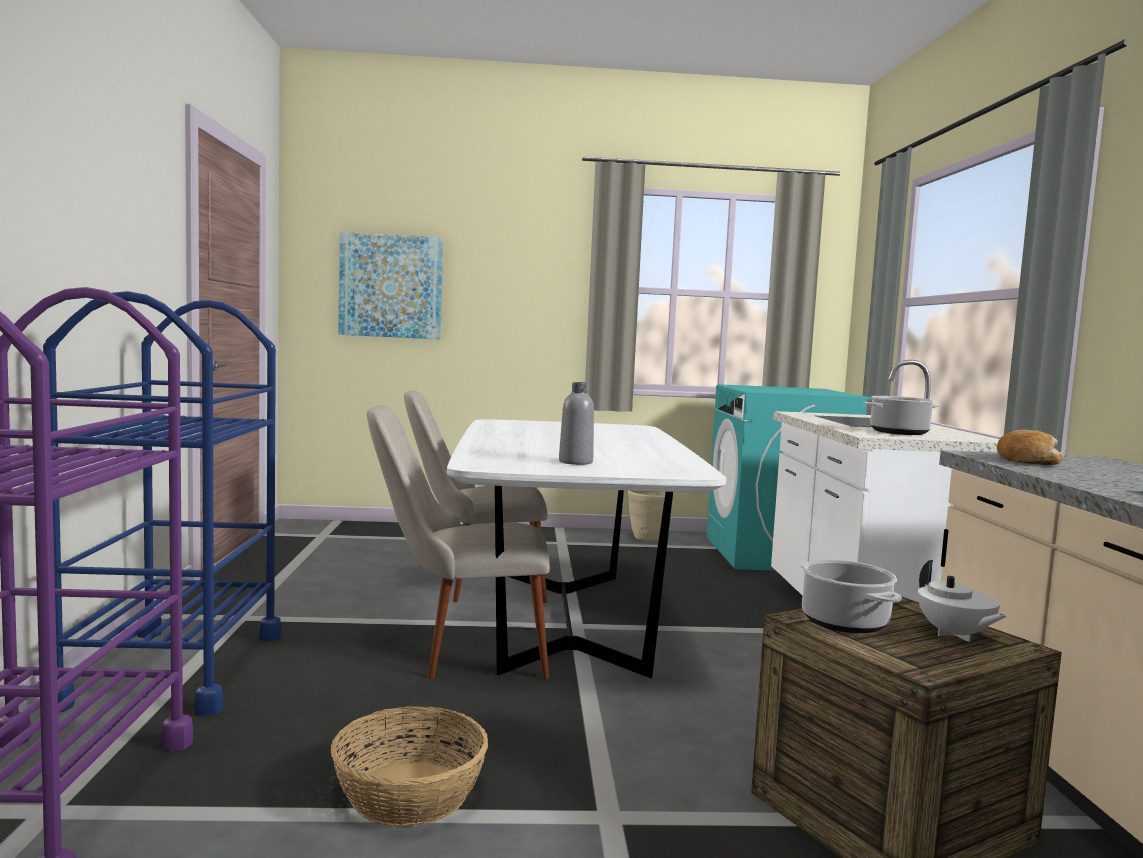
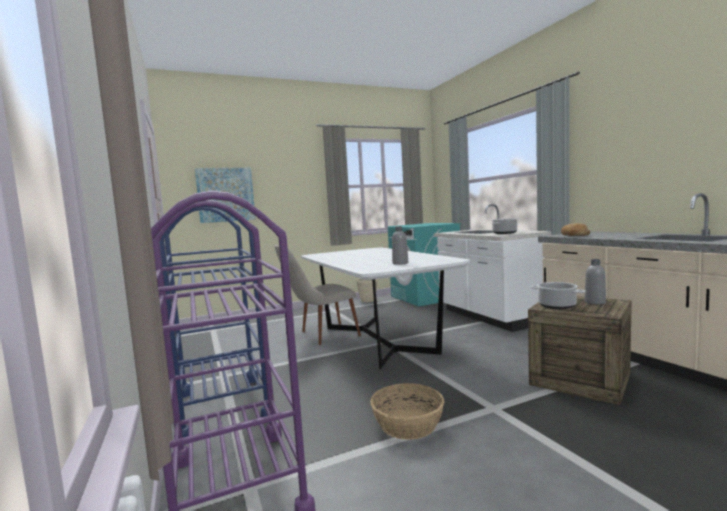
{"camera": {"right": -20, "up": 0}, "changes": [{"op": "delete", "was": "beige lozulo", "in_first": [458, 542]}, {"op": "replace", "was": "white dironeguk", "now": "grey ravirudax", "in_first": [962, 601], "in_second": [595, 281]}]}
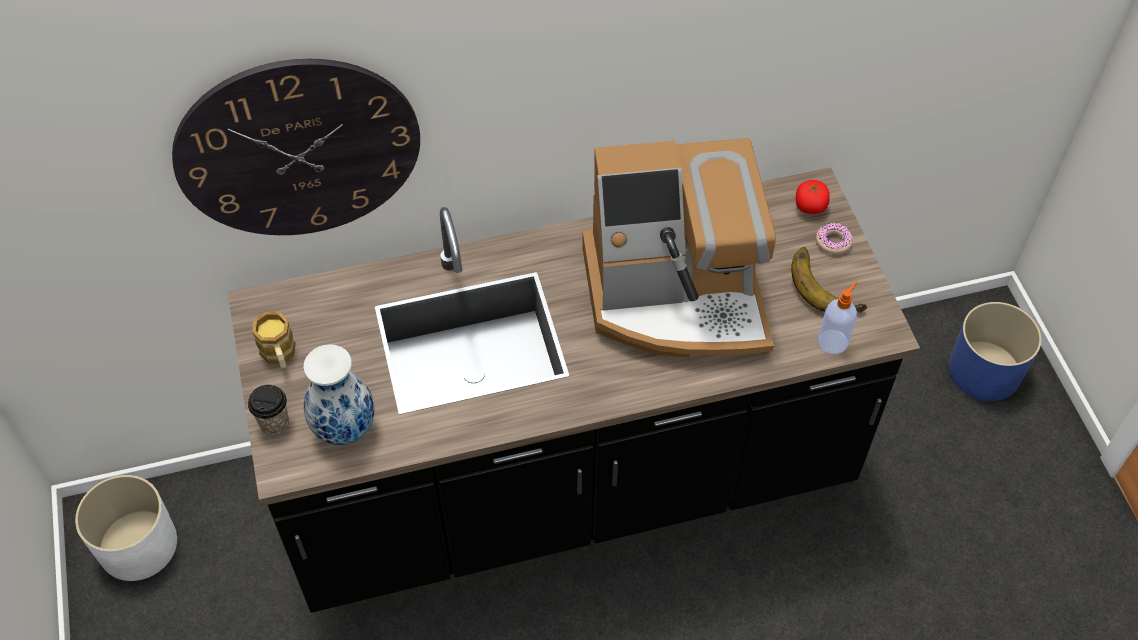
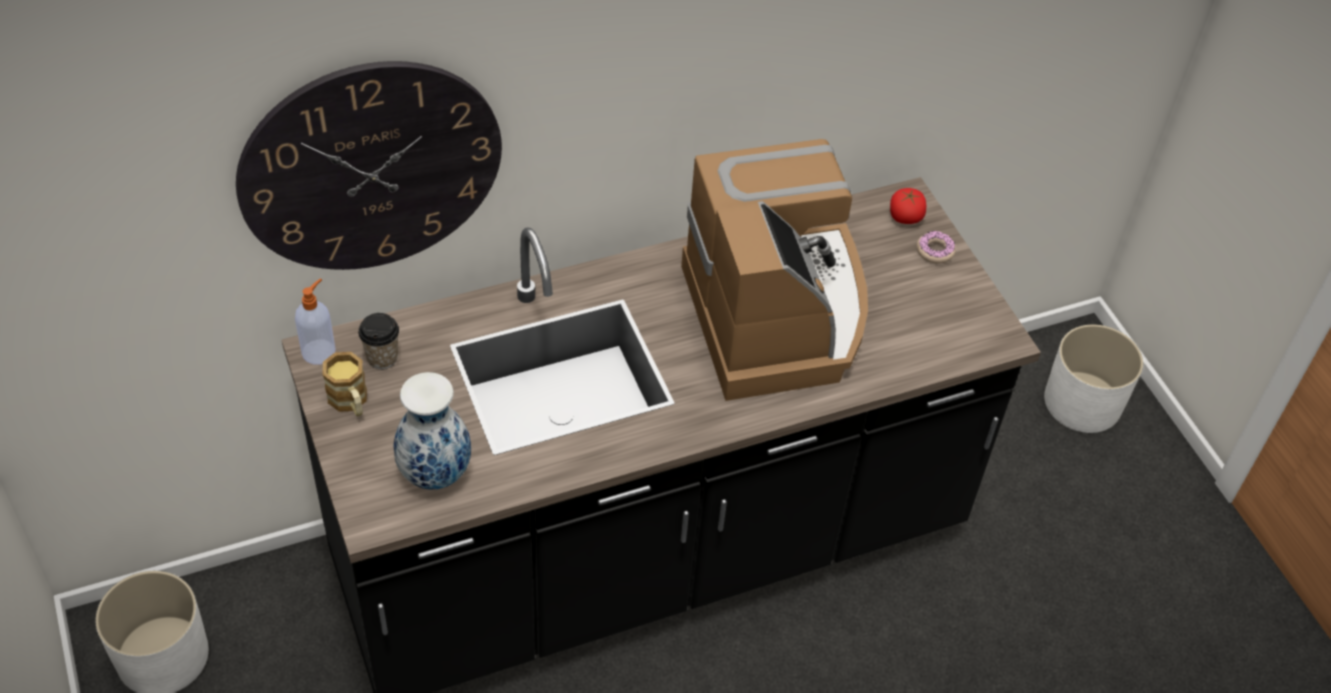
{"camera": {"right": -10, "up": -5}, "changes": [{"op": "delete", "was": "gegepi", "in_first": [829, 280]}, {"op": "move", "was": "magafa", "in_first": [268, 410], "in_second": [378, 341]}, {"op": "move", "was": "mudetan", "in_first": [838, 317], "in_second": [315, 321]}, {"op": "recolor", "was": "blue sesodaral", "now": "white sesodaral", "in_first": [995, 351], "in_second": [1093, 379]}, {"op": "rotate", "was": "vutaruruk", "in_first": [679, 247], "in_second": [774, 270], "clockwise": -90}]}
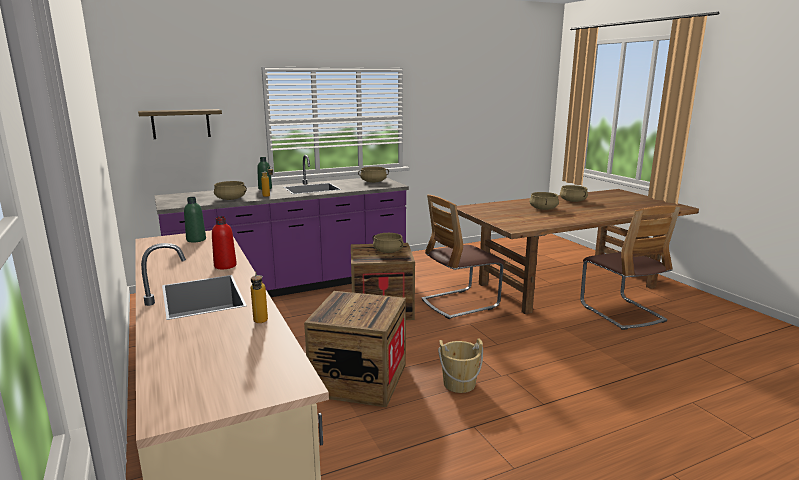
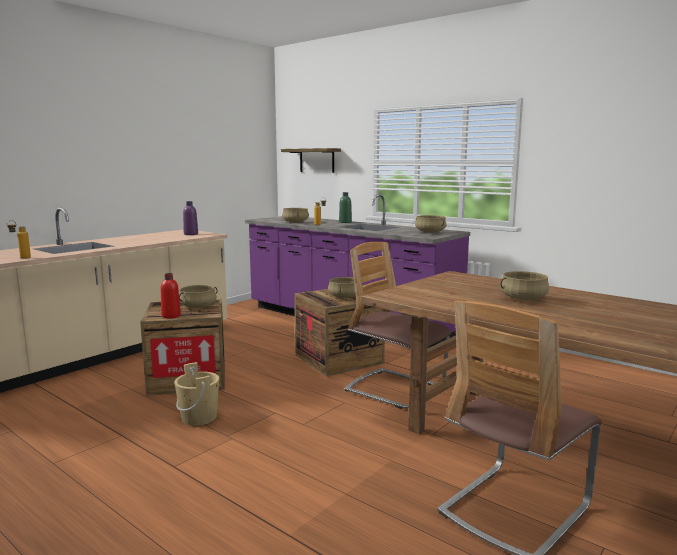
{"camera": {"right": 65, "up": -5}, "changes": [{"op": "move", "was": "red ravirudax", "in_first": [224, 242], "in_second": [171, 295]}, {"op": "move", "was": "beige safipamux", "in_first": [574, 193], "in_second": [198, 296]}, {"op": "recolor", "was": "green ravirudax", "now": "purple ravirudax", "in_first": [195, 220], "in_second": [190, 218]}]}
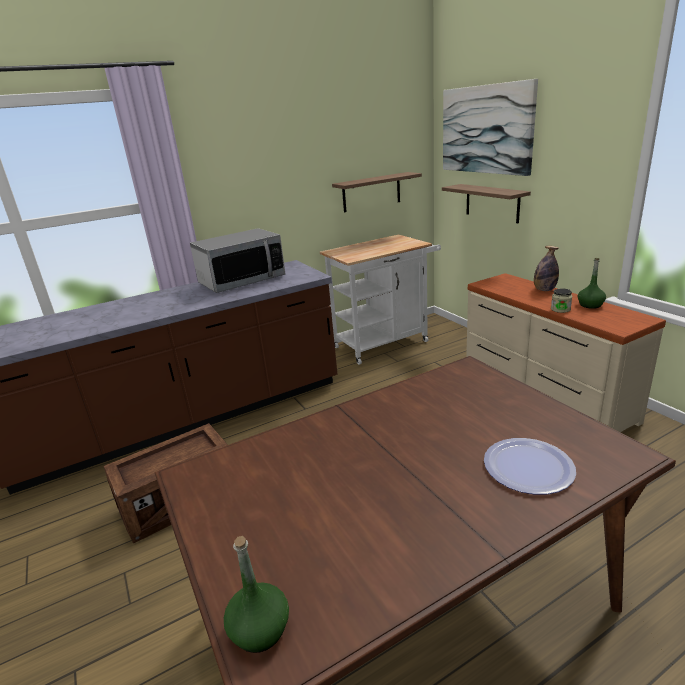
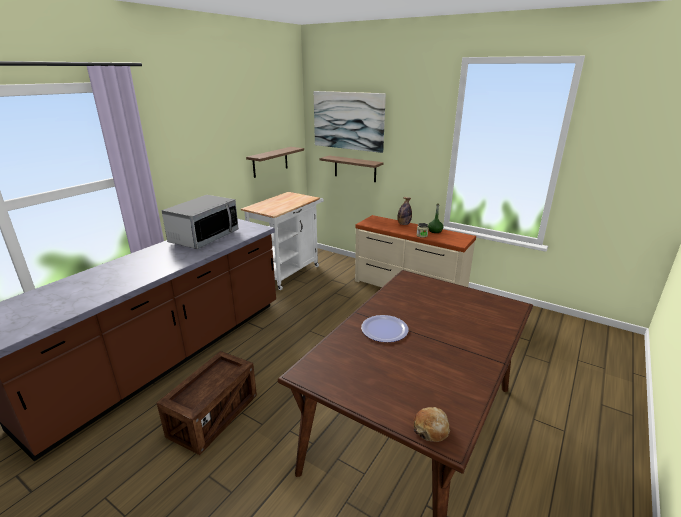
{"camera": {"right": -30, "up": 0}, "changes": [{"op": "move", "was": "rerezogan", "in_first": [530, 466], "in_second": [385, 328]}, {"op": "replace", "was": "green ravirudax", "now": "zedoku", "in_first": [256, 594], "in_second": [431, 424]}]}
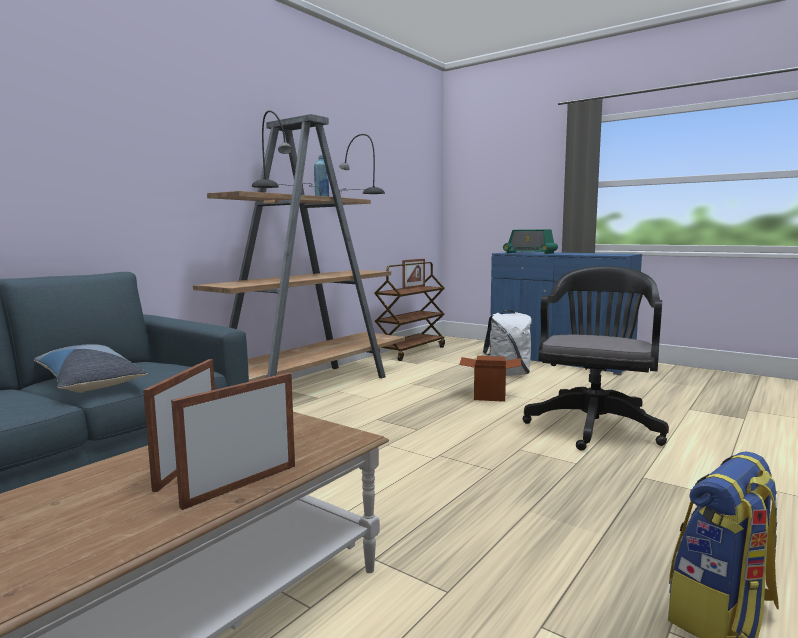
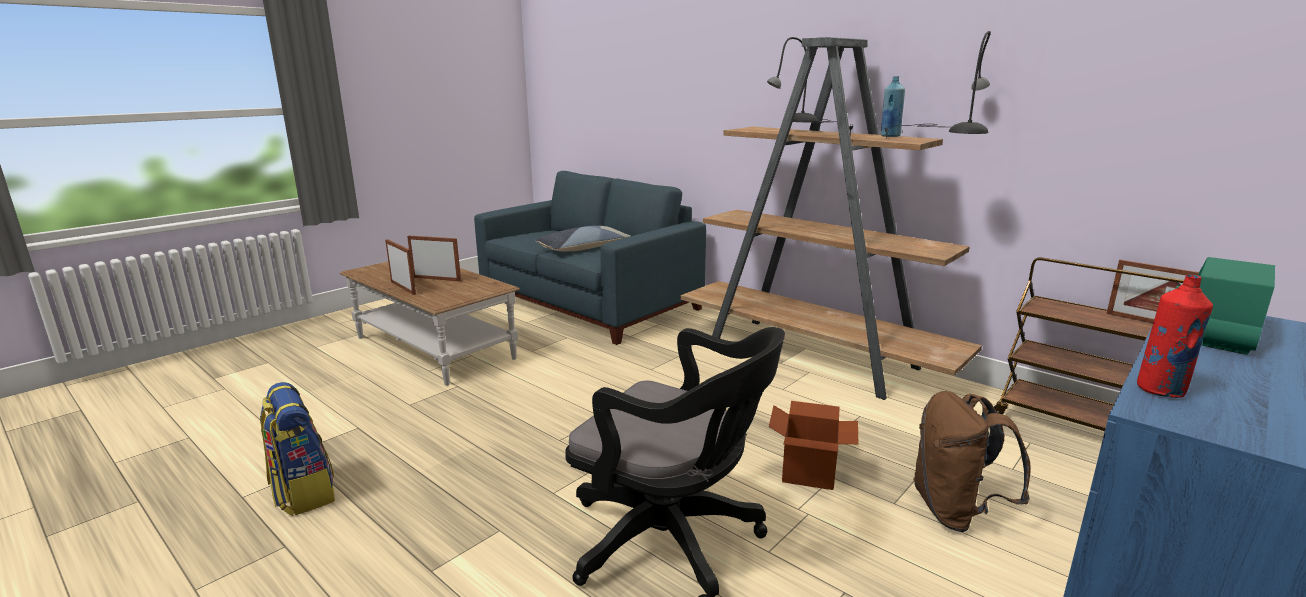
{"camera": {"right": 95, "up": 10}, "changes": [{"op": "insert", "now": "red ravirudax", "in_second": [1175, 336]}, {"op": "recolor", "was": "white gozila", "now": "brown gozila", "in_first": [507, 343], "in_second": [972, 461]}]}
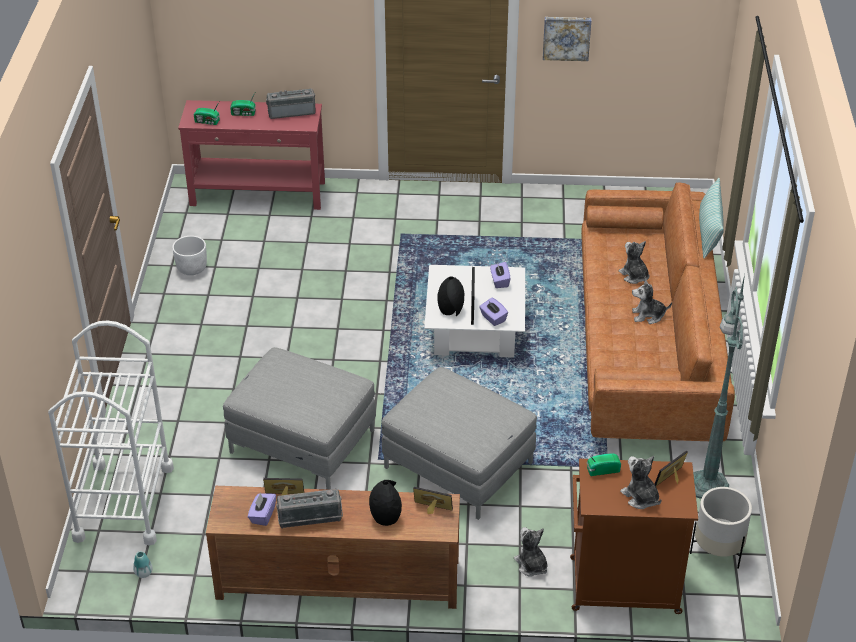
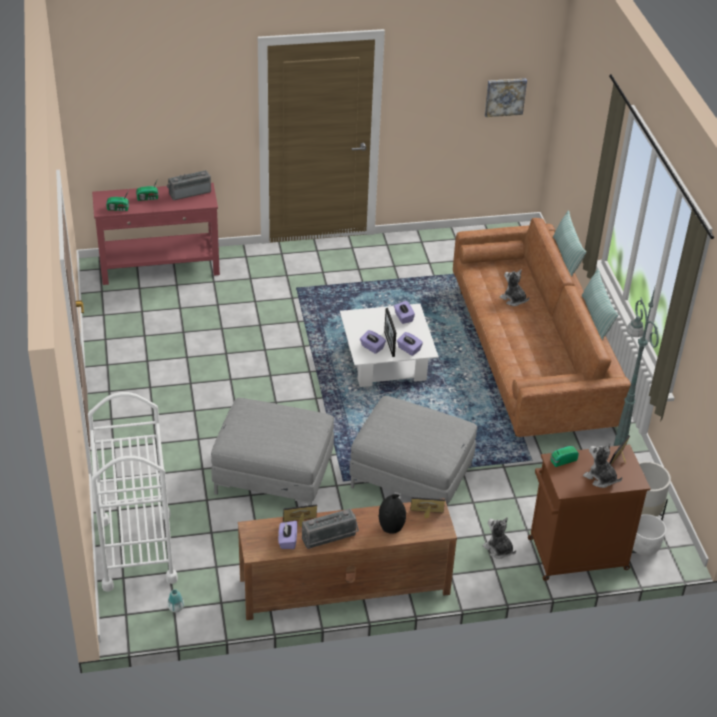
{"camera": {"right": -15, "up": 0}, "changes": [{"op": "delete", "was": "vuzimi", "in_first": [652, 301]}, {"op": "insert", "now": "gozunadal", "in_second": [600, 304]}, {"op": "move", "was": "white sesodaral", "in_first": [189, 255], "in_second": [649, 535]}, {"op": "move", "was": "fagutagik", "in_first": [567, 39], "in_second": [506, 97]}, {"op": "replace", "was": "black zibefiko", "now": "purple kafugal", "in_first": [450, 296], "in_second": [373, 342]}]}
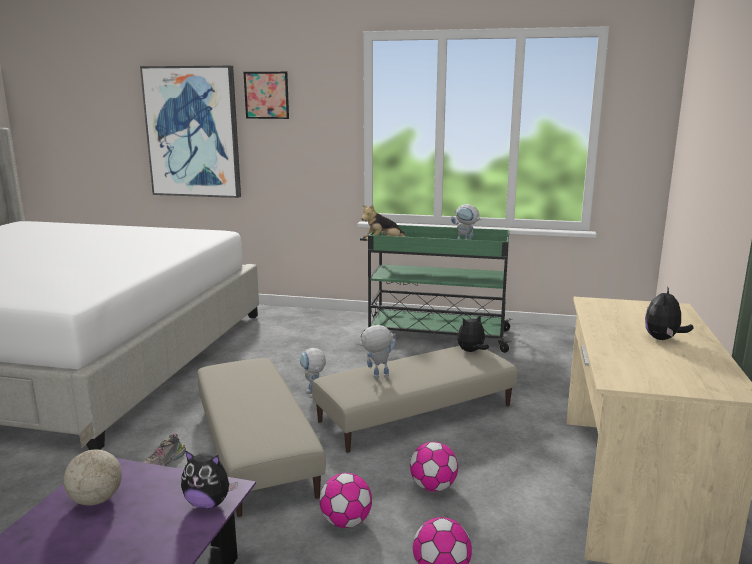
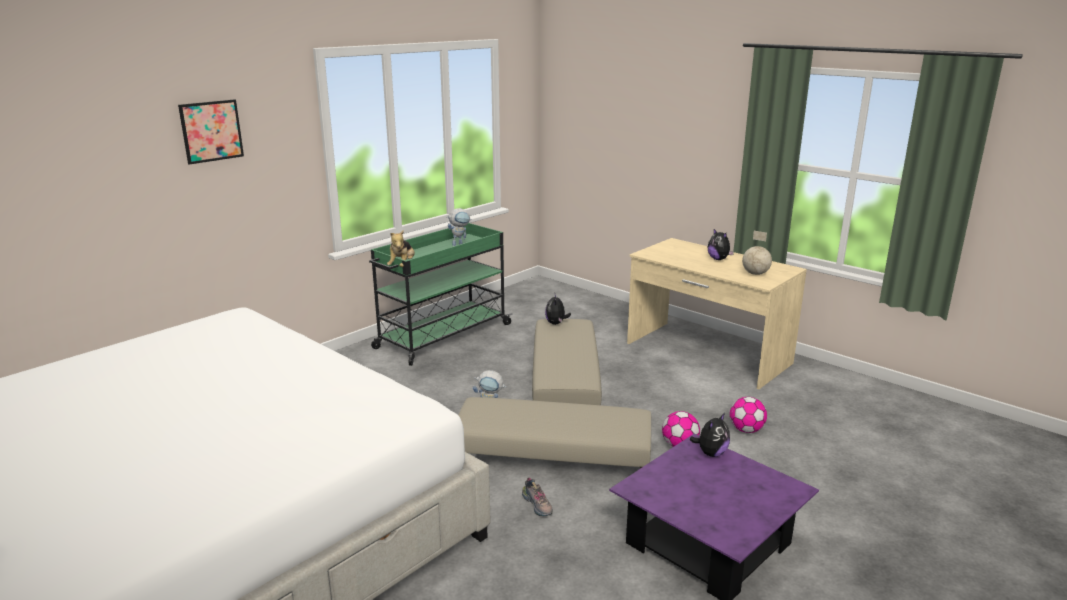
{"camera": {"right": -60, "up": 5}, "changes": [{"op": "delete", "was": "fagutagik", "in_first": [190, 132]}, {"op": "delete", "was": "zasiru", "in_first": [376, 352]}, {"op": "delete", "was": "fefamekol", "in_first": [434, 467]}, {"op": "move", "was": "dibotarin", "in_first": [92, 463], "in_second": [757, 253]}]}
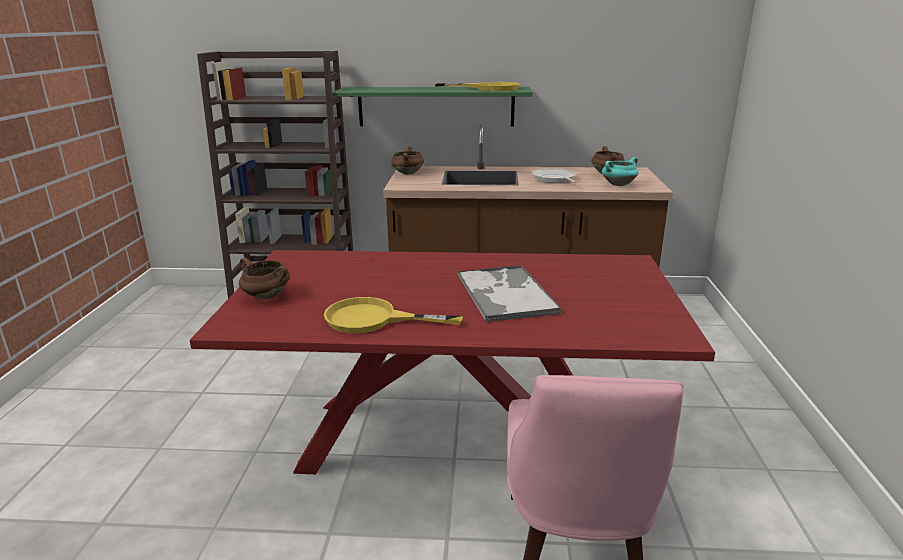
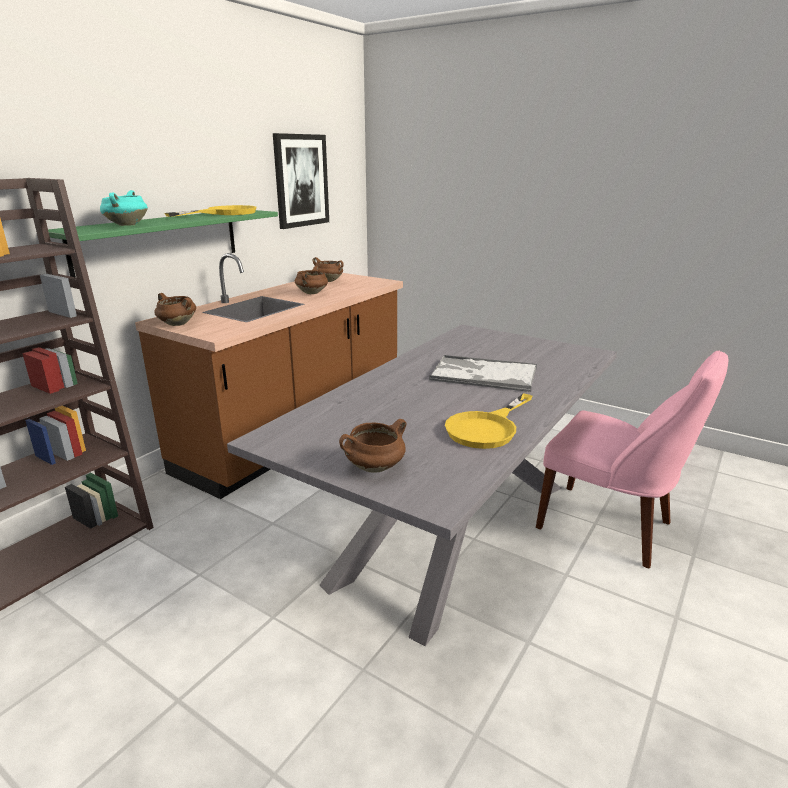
{"camera": {"right": -60, "up": 0}, "changes": [{"op": "insert", "now": "fagutagik", "in_second": [301, 181]}, {"op": "move", "was": "turquoise safipamux", "in_first": [620, 171], "in_second": [124, 208]}, {"op": "replace", "was": "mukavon", "now": "brown safipamux", "in_first": [554, 175], "in_second": [311, 280]}, {"op": "recolor", "was": "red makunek", "now": "grey makunek", "in_first": [452, 362], "in_second": [422, 485]}]}
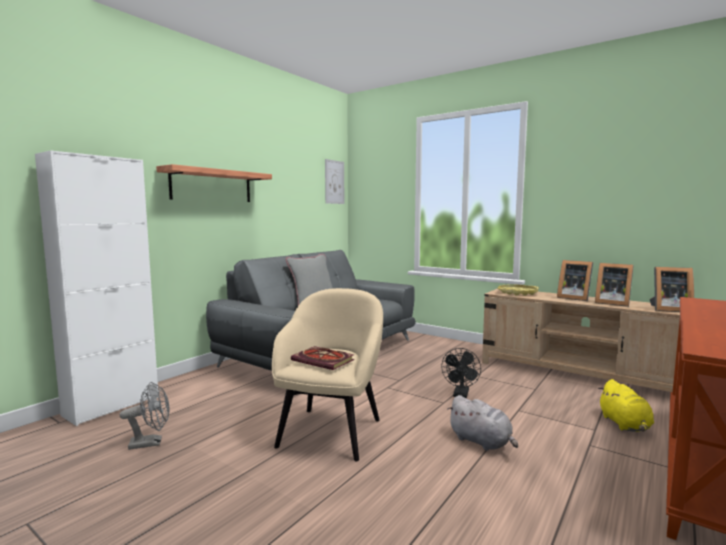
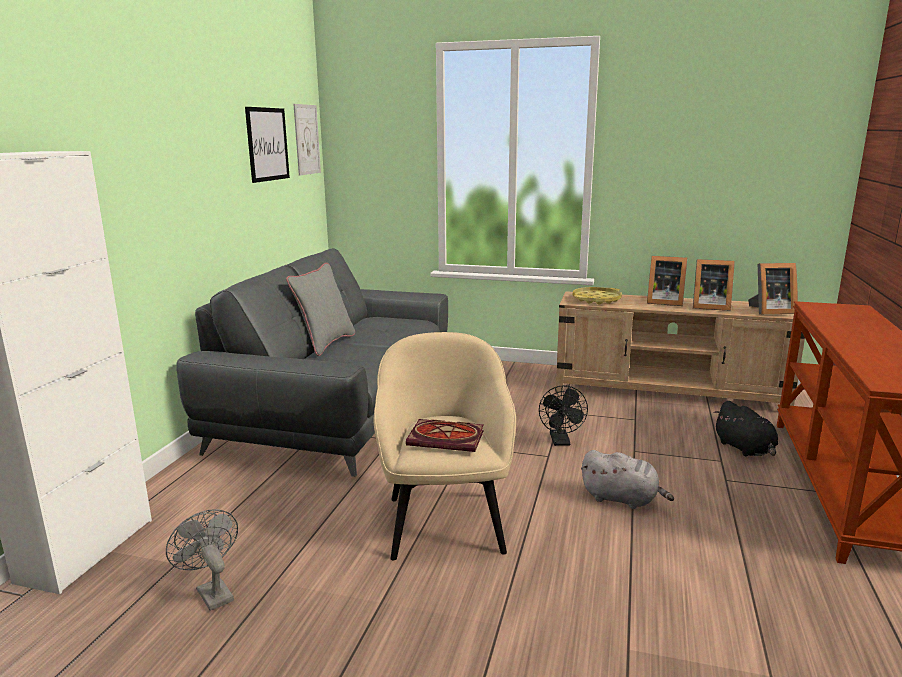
{"camera": {"right": -20, "up": 10}, "changes": [{"op": "delete", "was": "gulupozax", "in_first": [214, 183]}, {"op": "insert", "now": "fagutagik", "in_second": [267, 145]}, {"op": "recolor", "was": "yellow vuzimi", "now": "black vuzimi", "in_first": [626, 405], "in_second": [745, 428]}, {"op": "rotate", "was": "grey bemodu", "in_first": [144, 416], "in_second": [202, 560], "clockwise": -90}]}
